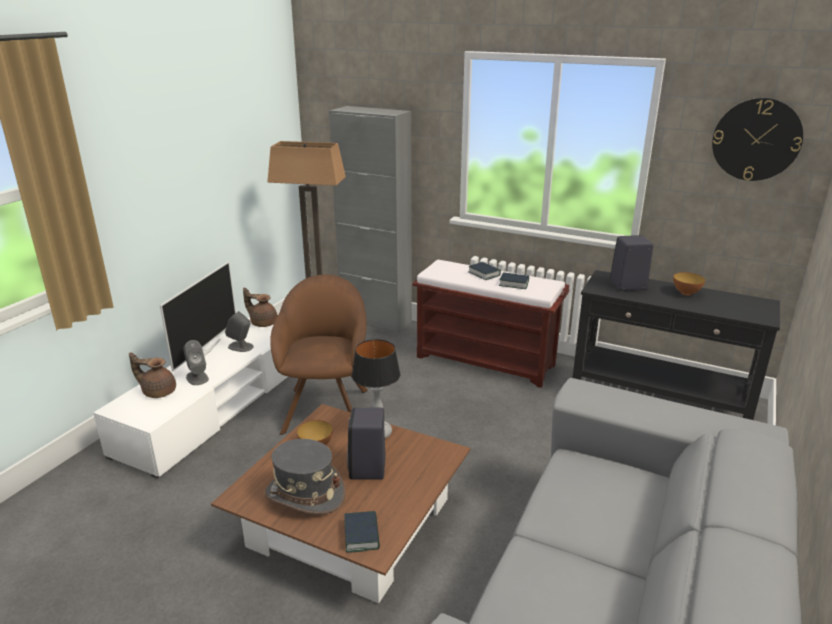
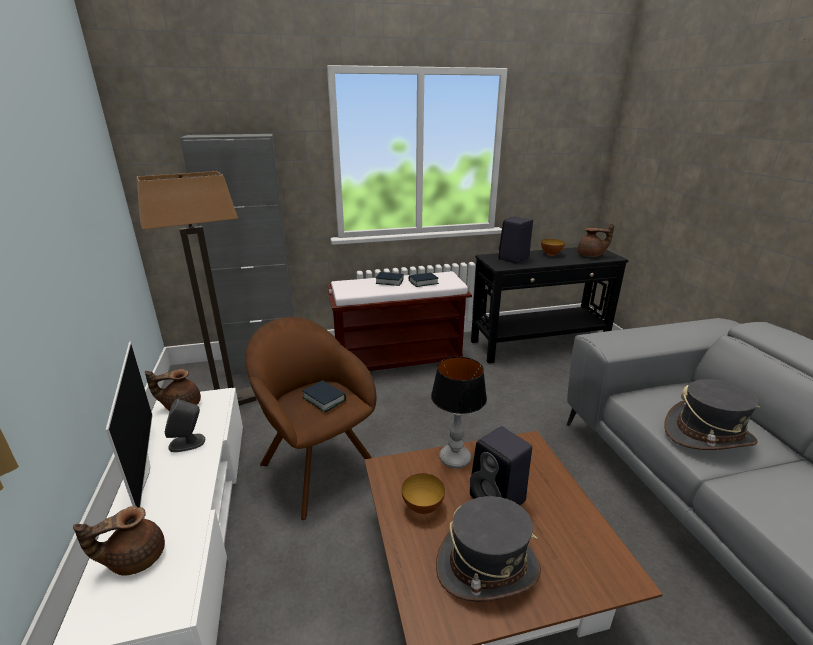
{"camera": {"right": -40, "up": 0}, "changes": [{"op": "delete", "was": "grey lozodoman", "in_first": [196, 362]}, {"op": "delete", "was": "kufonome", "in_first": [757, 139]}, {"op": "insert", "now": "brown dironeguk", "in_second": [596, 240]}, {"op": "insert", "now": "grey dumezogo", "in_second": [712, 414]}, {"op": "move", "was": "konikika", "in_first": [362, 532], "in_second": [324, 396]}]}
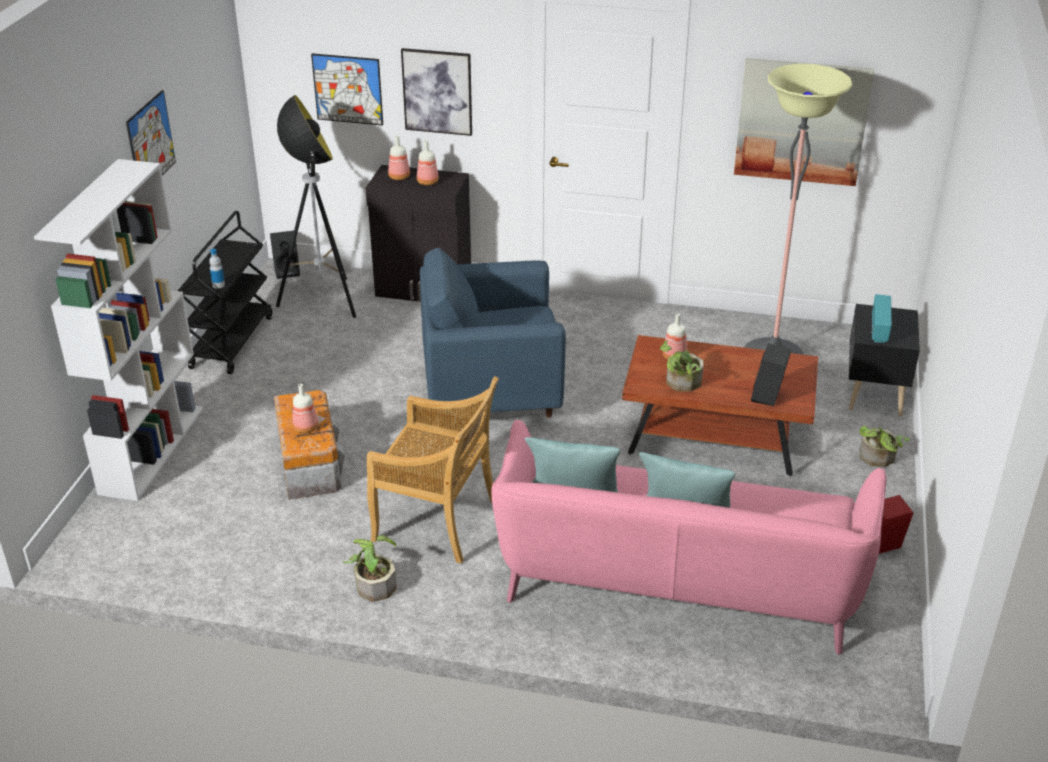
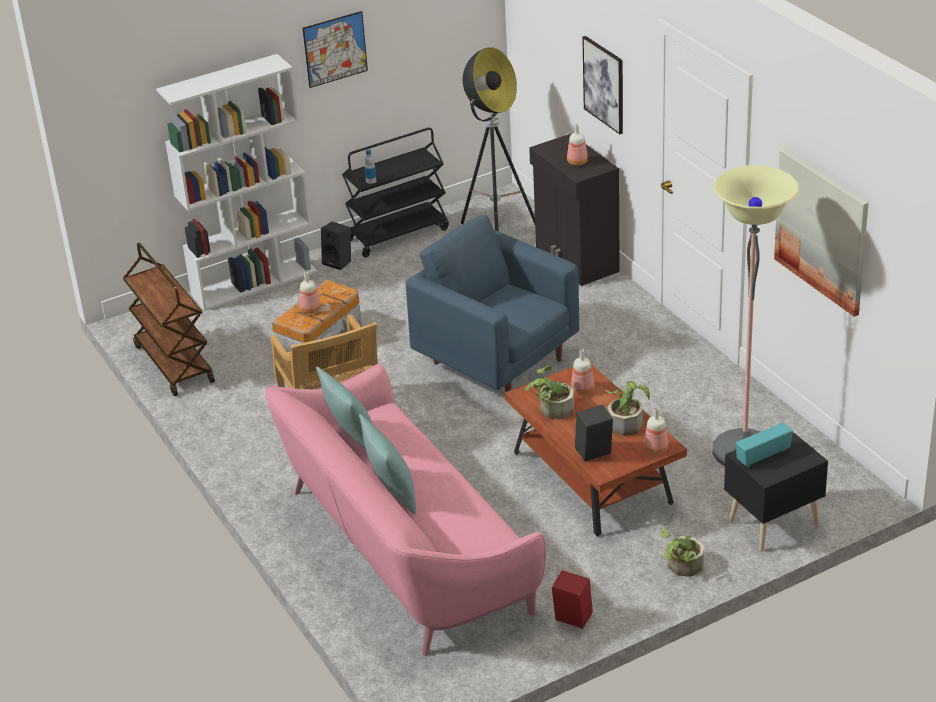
{"camera": {"right": 50, "up": 0}, "changes": [{"op": "delete", "was": "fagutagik", "in_first": [347, 89]}, {"op": "insert", "now": "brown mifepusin", "in_second": [169, 319]}, {"op": "move", "was": "black lozodoman", "in_first": [285, 255], "in_second": [336, 246]}, {"op": "move", "was": "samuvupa", "in_first": [370, 568], "in_second": [627, 408]}, {"op": "move", "was": "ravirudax", "in_first": [399, 157], "in_second": [655, 430]}]}
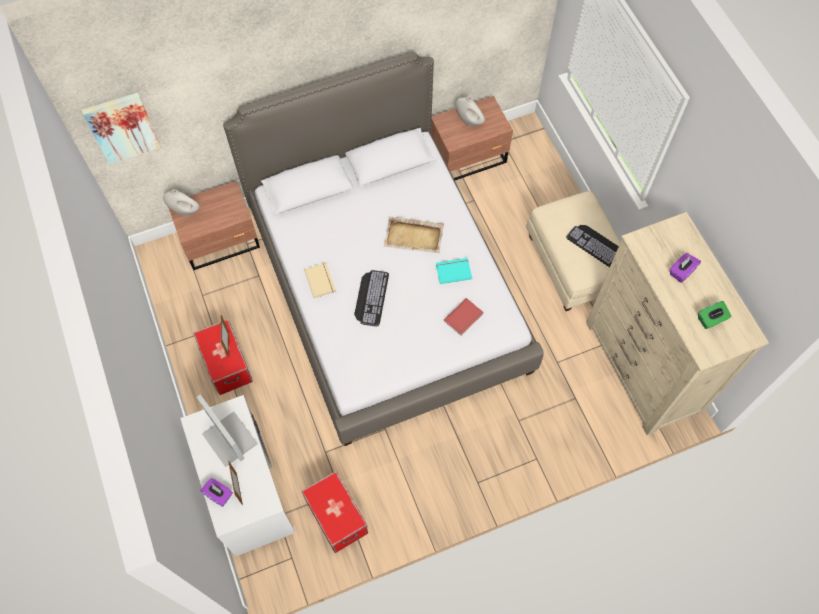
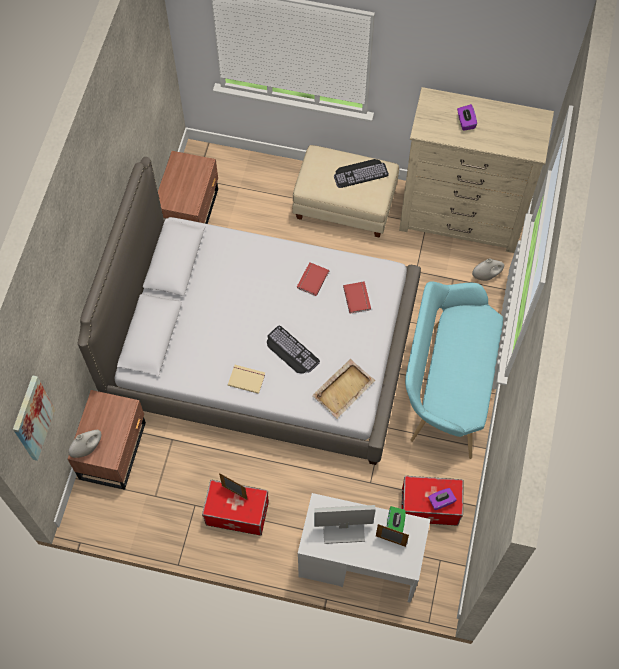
{"camera": {"right": -55, "up": 0}, "changes": [{"op": "insert", "now": "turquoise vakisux", "in_second": [454, 370]}, {"op": "move", "was": "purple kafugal", "in_first": [216, 492], "in_second": [442, 499]}, {"op": "move", "was": "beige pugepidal", "in_first": [414, 235], "in_second": [343, 389]}, {"op": "move", "was": "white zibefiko", "in_first": [470, 111], "in_second": [488, 269]}, {"op": "move", "was": "green kafugal", "in_first": [714, 315], "in_second": [396, 519]}, {"op": "recolor", "was": "turquoise konikika", "now": "red konikika", "in_first": [454, 271], "in_second": [313, 279]}]}
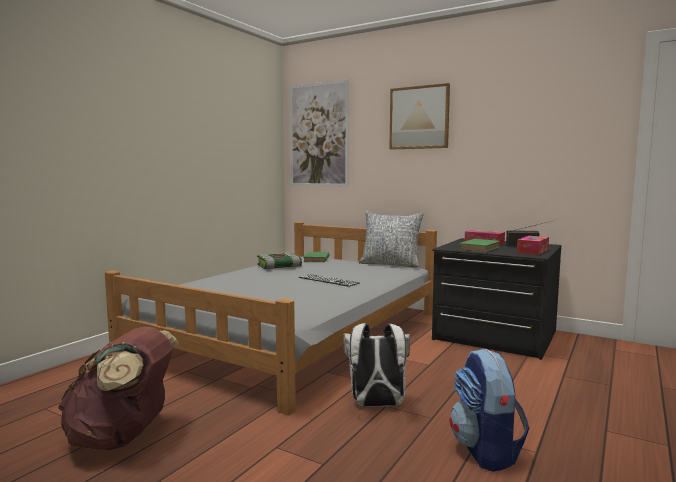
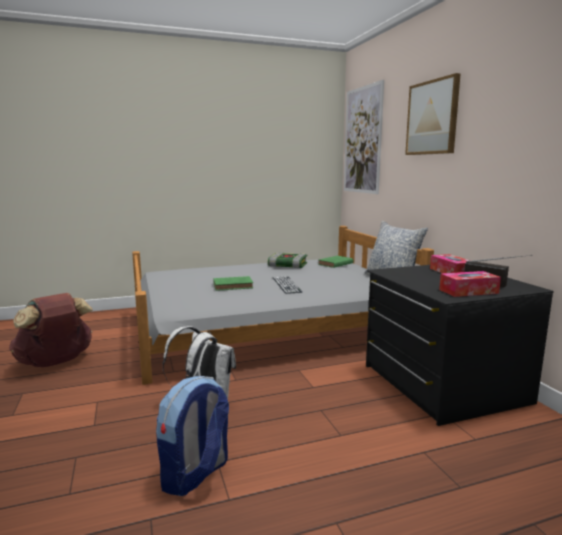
{"camera": {"right": 40, "up": 5}, "changes": [{"op": "move", "was": "green konikika", "in_first": [479, 245], "in_second": [233, 283]}]}
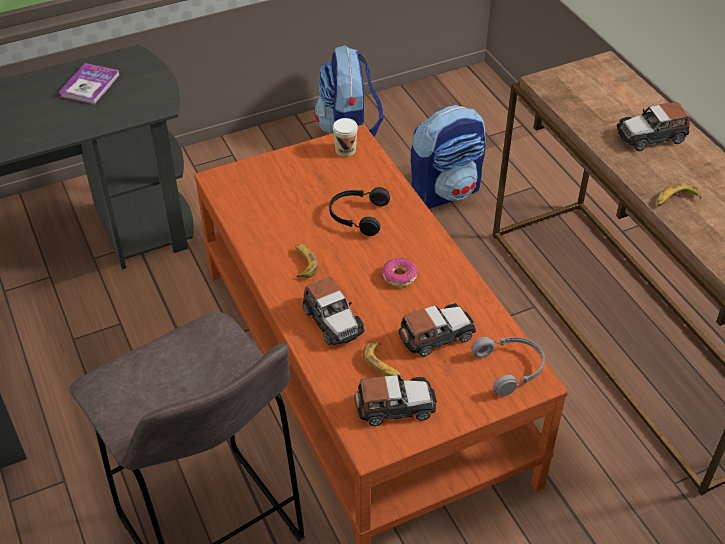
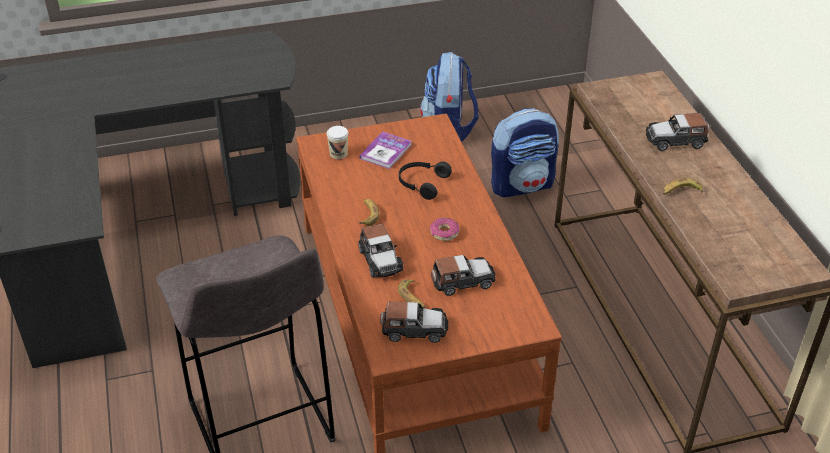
{"camera": {"right": 10, "up": -5}, "changes": [{"op": "delete", "was": "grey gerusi", "in_first": [508, 366]}, {"op": "move", "was": "konikika", "in_first": [89, 84], "in_second": [385, 150]}, {"op": "move", "was": "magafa", "in_first": [345, 137], "in_second": [337, 142]}]}
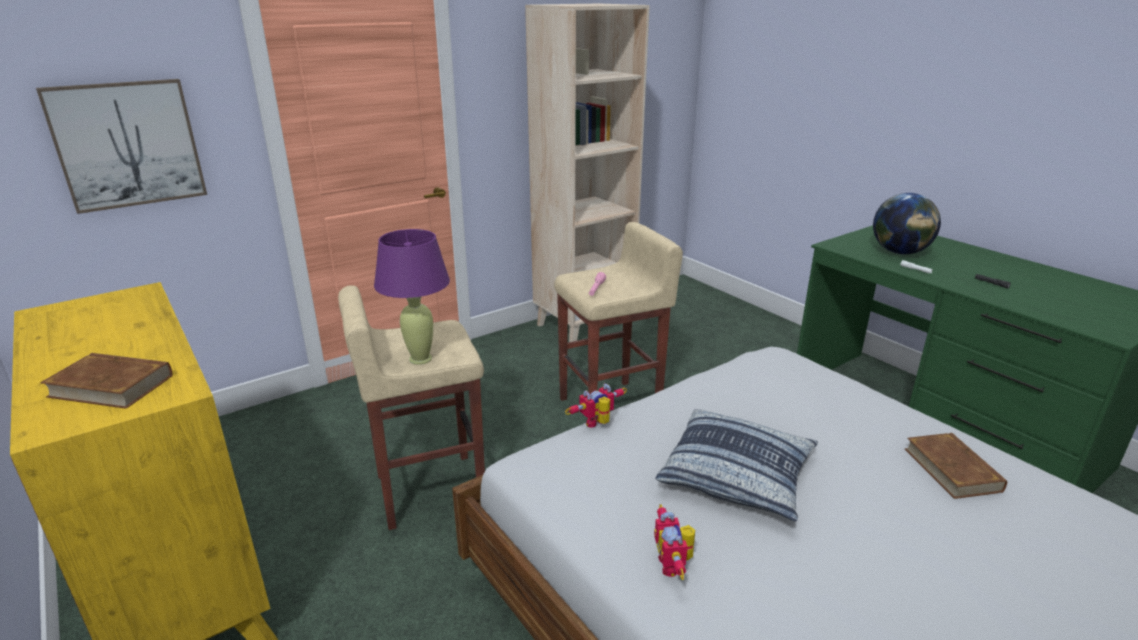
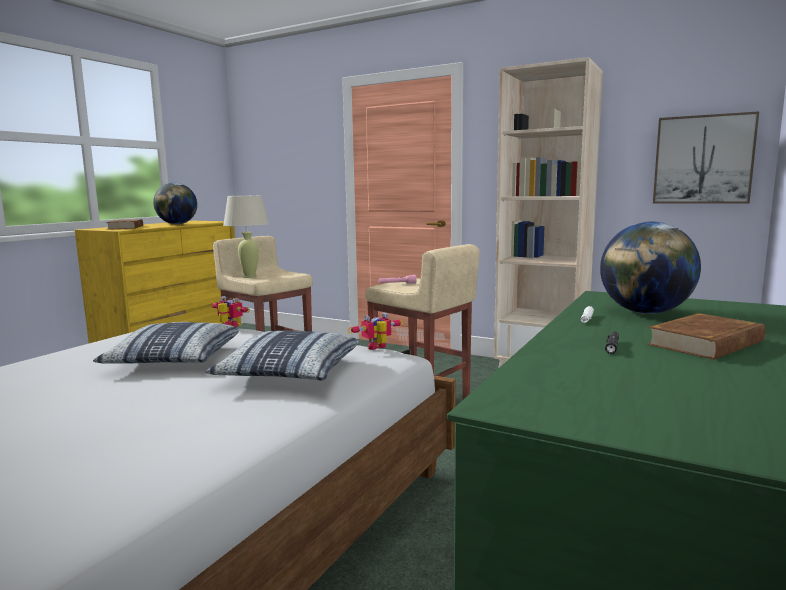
{"camera": {"right": 65, "up": -15}, "changes": [{"op": "insert", "now": "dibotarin", "in_second": [175, 203]}, {"op": "insert", "now": "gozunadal", "in_second": [282, 356]}, {"op": "move", "was": "fagutagik", "in_first": [121, 146], "in_second": [706, 157]}, {"op": "move", "was": "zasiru", "in_first": [674, 542], "in_second": [376, 331]}, {"op": "move", "was": "brown konikika", "in_first": [956, 466], "in_second": [706, 336]}, {"op": "recolor", "was": "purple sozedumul", "now": "beige sozedumul", "in_first": [412, 297], "in_second": [246, 236]}]}
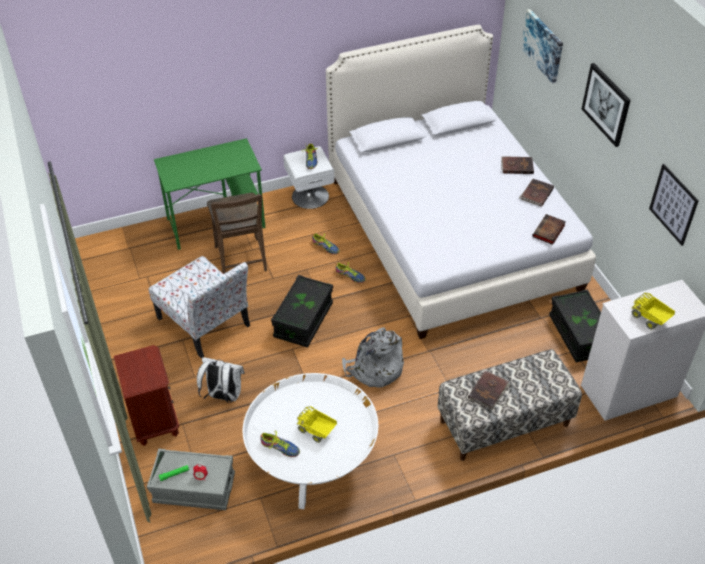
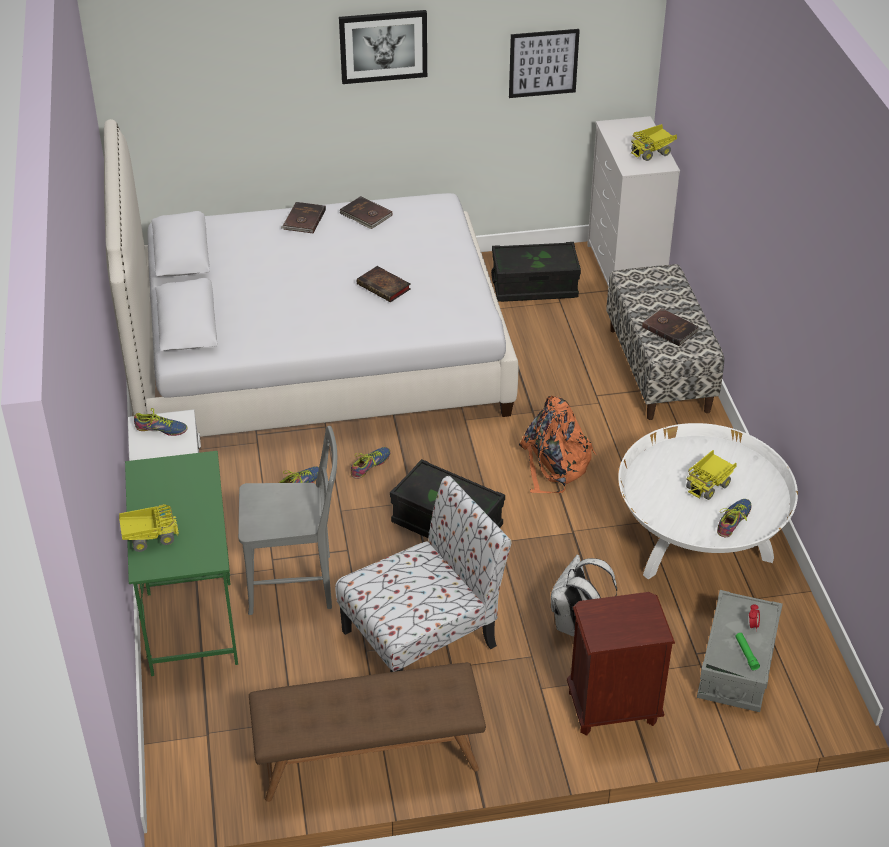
{"camera": {"right": -80, "up": -5}, "changes": [{"op": "delete", "was": "fagutagik", "in_first": [542, 46]}, {"op": "insert", "now": "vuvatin", "in_second": [149, 528]}, {"op": "insert", "now": "brown vakisux", "in_second": [367, 732]}, {"op": "move", "was": "konikika", "in_first": [549, 229], "in_second": [383, 284]}, {"op": "recolor", "was": "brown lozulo", "now": "grey lozulo", "in_first": [237, 233], "in_second": [287, 520]}, {"op": "recolor", "was": "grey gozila", "now": "orange gozila", "in_first": [373, 357], "in_second": [557, 444]}]}
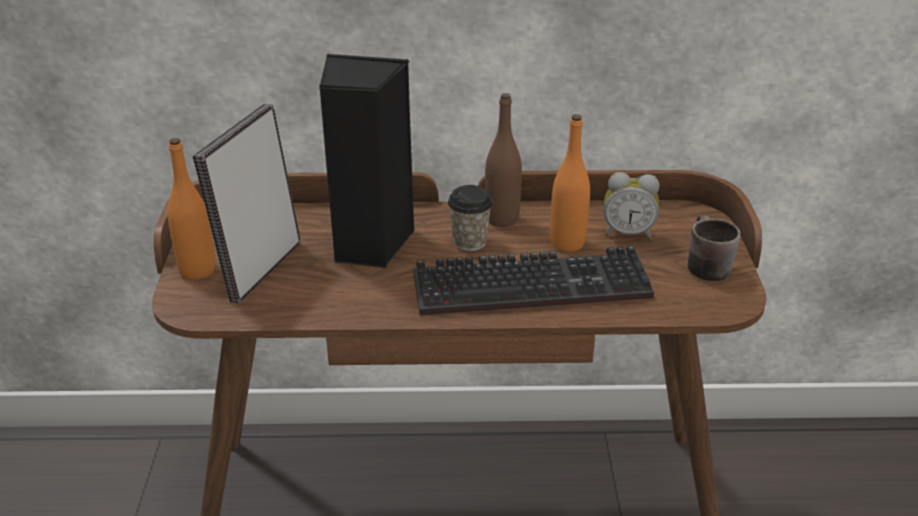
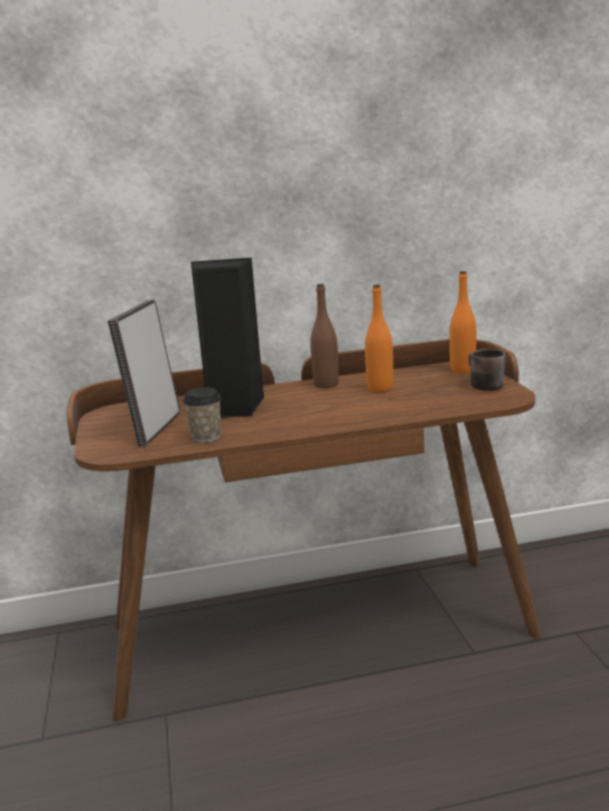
{"camera": {"right": -10, "up": -15}, "changes": [{"op": "delete", "was": "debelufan", "in_first": [534, 280]}, {"op": "delete", "was": "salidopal", "in_first": [631, 206]}, {"op": "move", "was": "orange ravirudax", "in_first": [191, 209], "in_second": [462, 322]}, {"op": "move", "was": "magafa", "in_first": [470, 218], "in_second": [202, 415]}]}
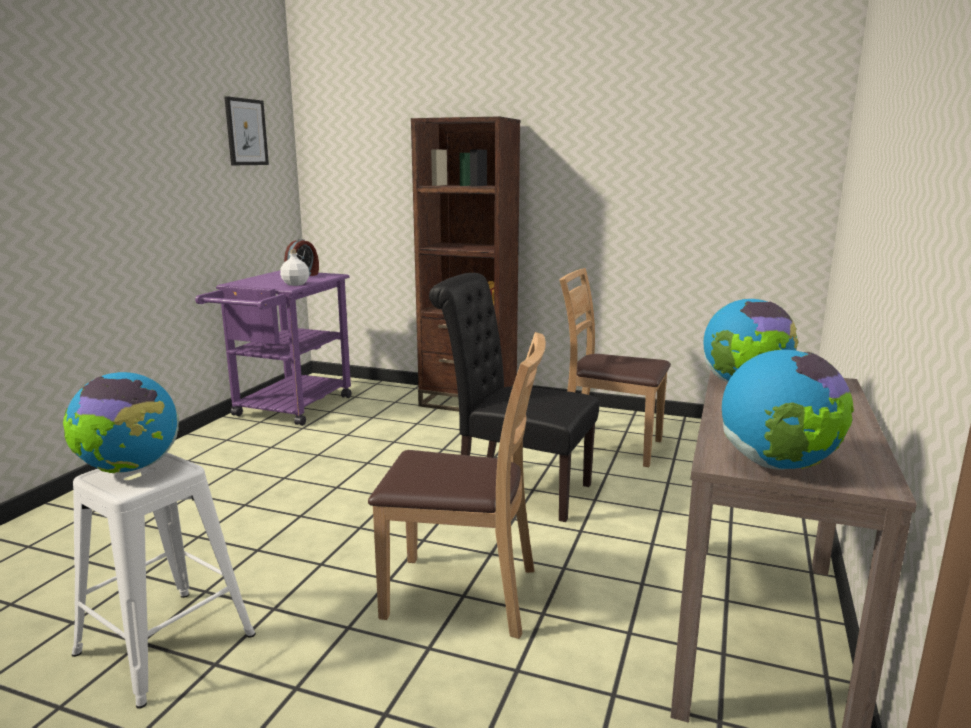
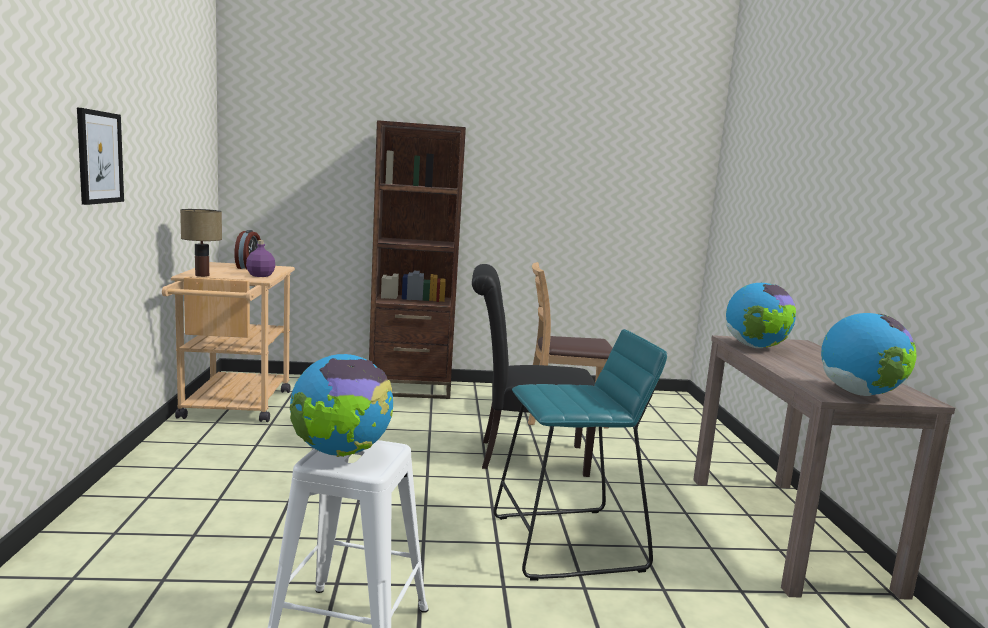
{"camera": {"right": -25, "up": -5}, "changes": [{"op": "insert", "now": "sozedumul", "in_second": [201, 243]}, {"op": "move", "was": "fagutagik", "in_first": [246, 130], "in_second": [100, 156]}, {"op": "replace", "was": "brown lozulo", "now": "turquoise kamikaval", "in_first": [457, 485], "in_second": [580, 455]}, {"op": "recolor", "was": "purple mifepusin", "now": "beige mifepusin", "in_first": [273, 348], "in_second": [228, 342]}, {"op": "recolor", "was": "white ravirudax", "now": "purple ravirudax", "in_first": [294, 267], "in_second": [260, 258]}]}
